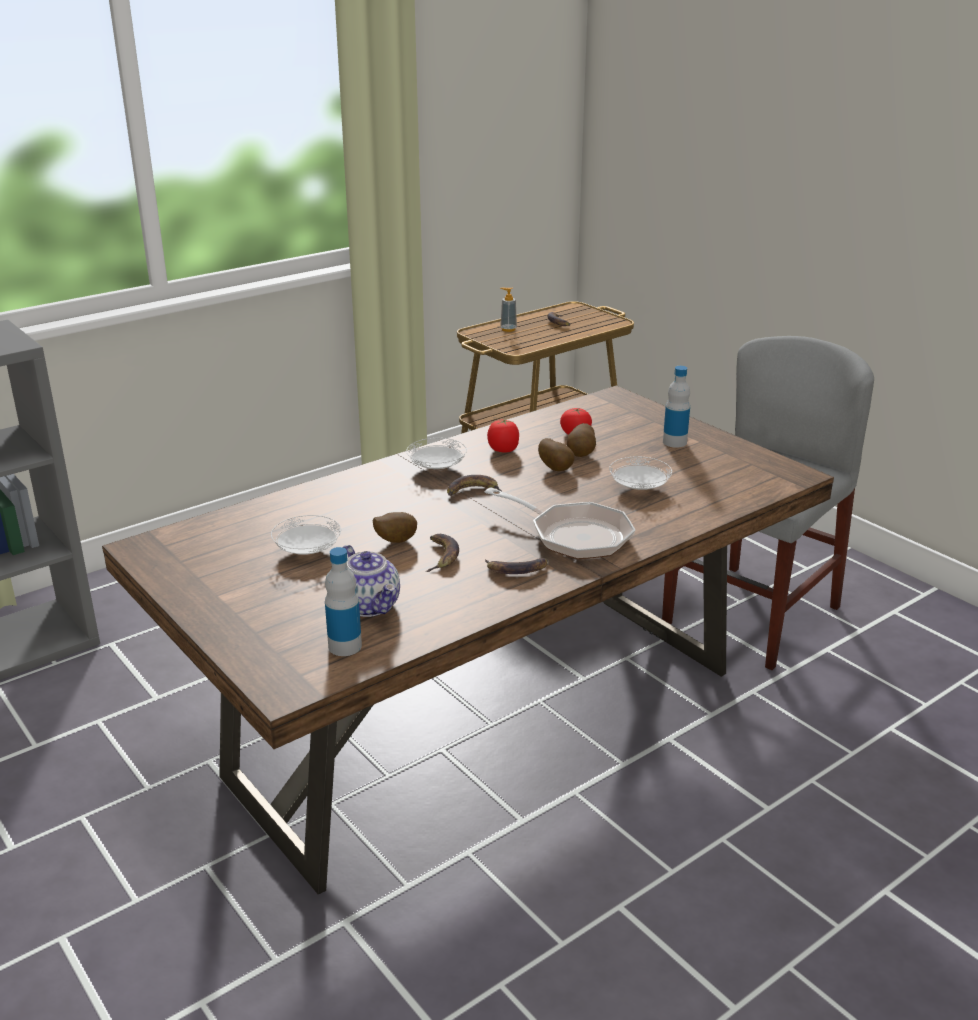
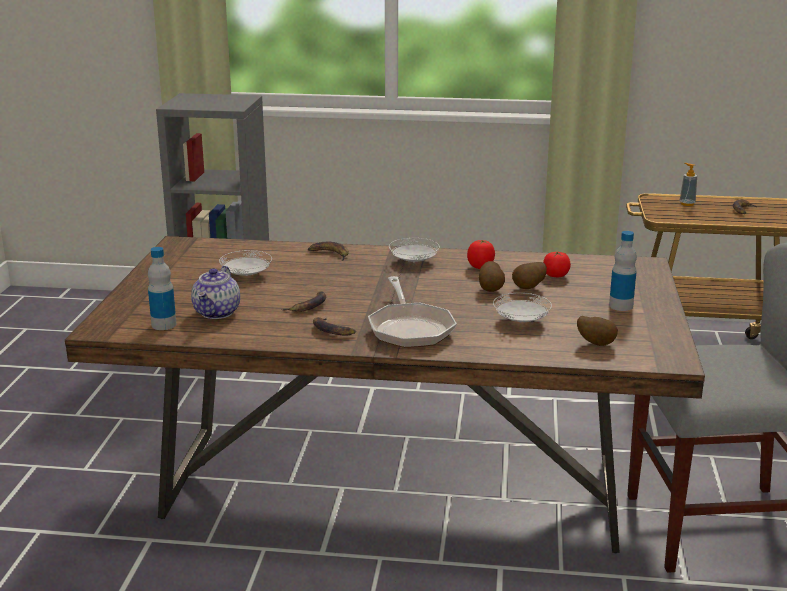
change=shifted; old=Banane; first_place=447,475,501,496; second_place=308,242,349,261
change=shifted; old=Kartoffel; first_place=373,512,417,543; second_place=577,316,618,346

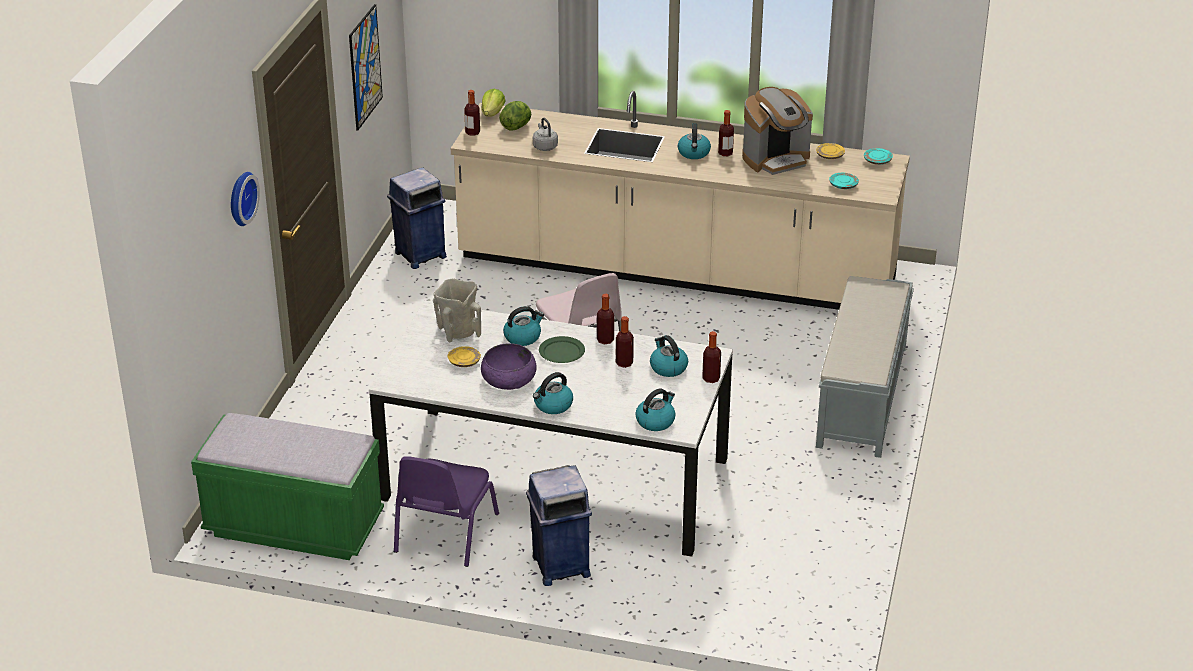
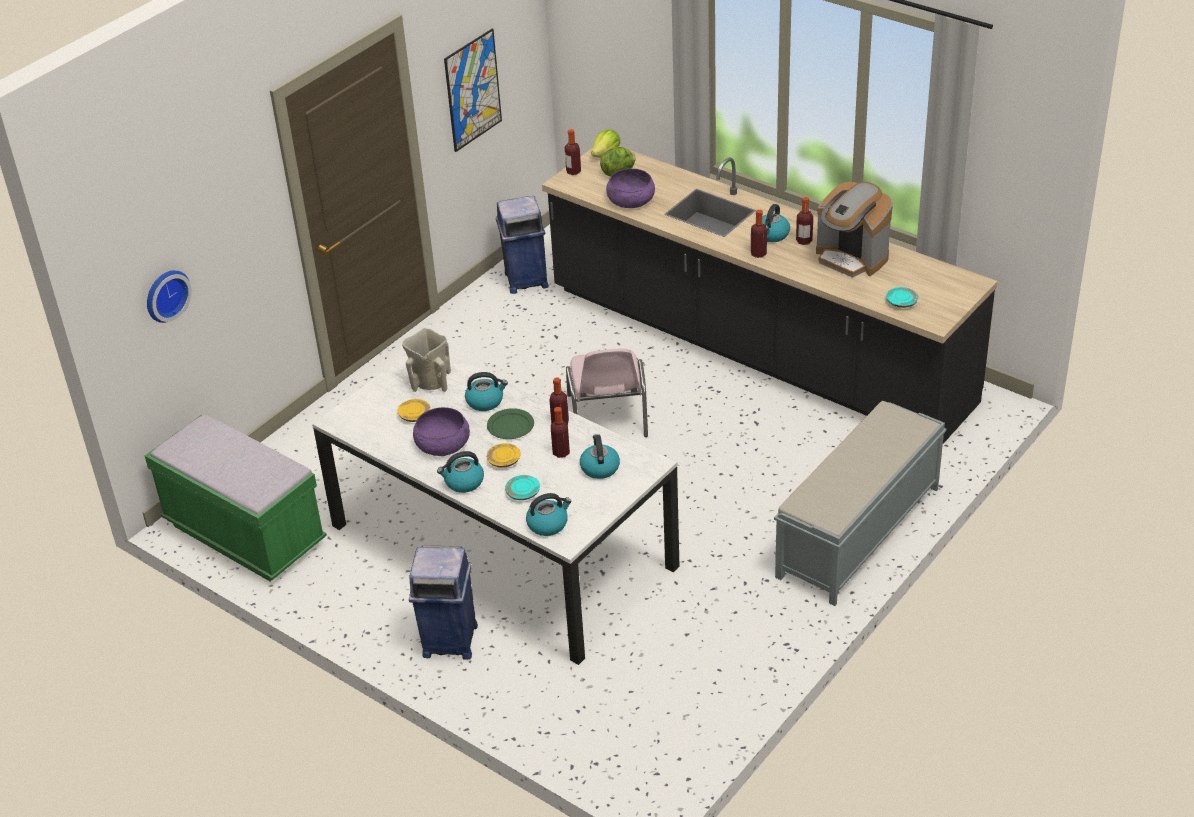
change=shifted; old=Wanduhr; first_place=231,172,260,226; second_place=147,270,192,323
change=shifted; old=Teller [gelb]; first_place=816,143,845,159; second_place=486,443,521,468
change=shifted; old=Teller [türkis]; first_place=864,148,893,165; second_place=505,475,540,500
change=repainted; old=Küchenzeile [beige]; new=Küchenzeile [schwarz]; first_place=451,91,910,310; second_place=542,146,998,444
change=swapped; old=Wasserkessel [grau]; new=Schüssel [lila]; first_place=533,118,558,151; second_place=606,168,655,208
change=shifted; old=Flasche; first_place=702,331,721,383; second_place=751,210,767,258
change=rotated; old=Kaffeemaschine; first_place=742,87,813,175; second_place=816,182,893,278; degrees=45
change=gone; old=Stuhl [lila]; first_place=394,456,499,567

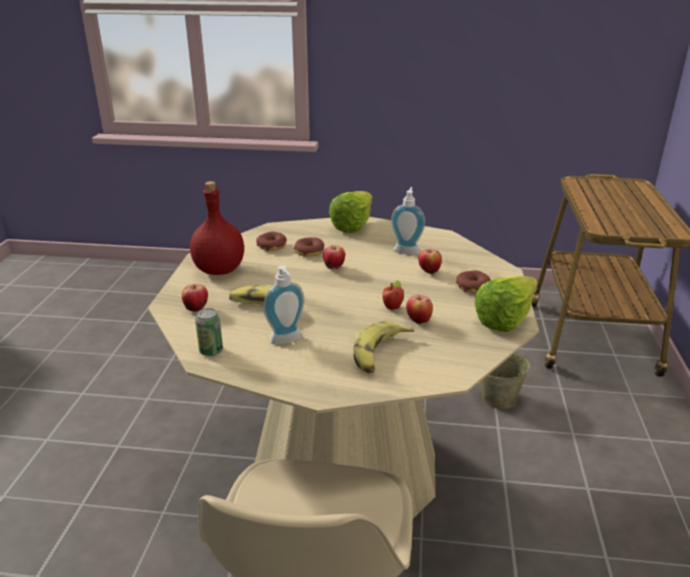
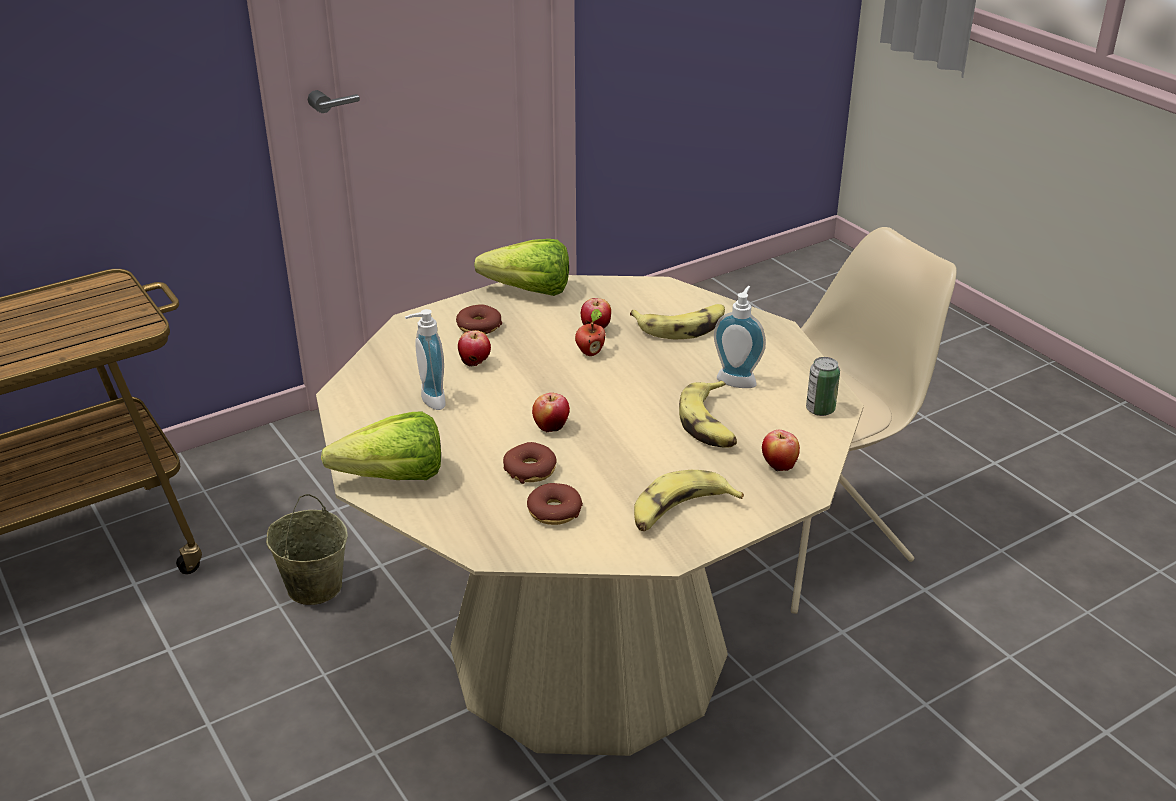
change=swapped; old=Flasche [rot]; new=Banane; first_place=190,181,244,275; second_place=634,470,744,531

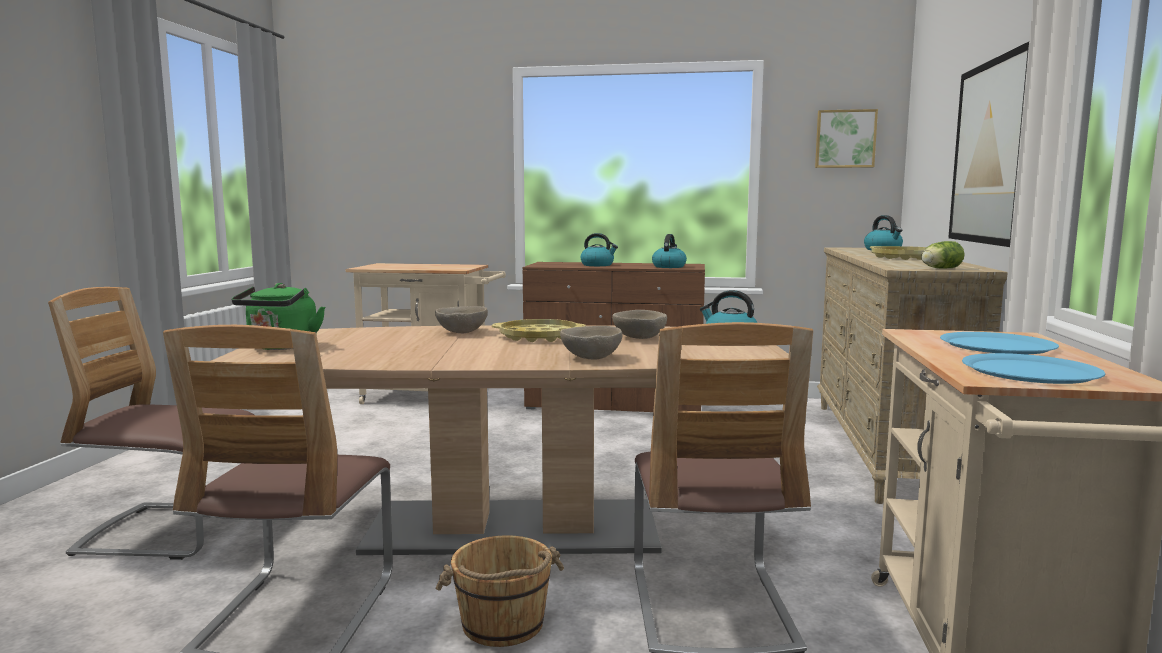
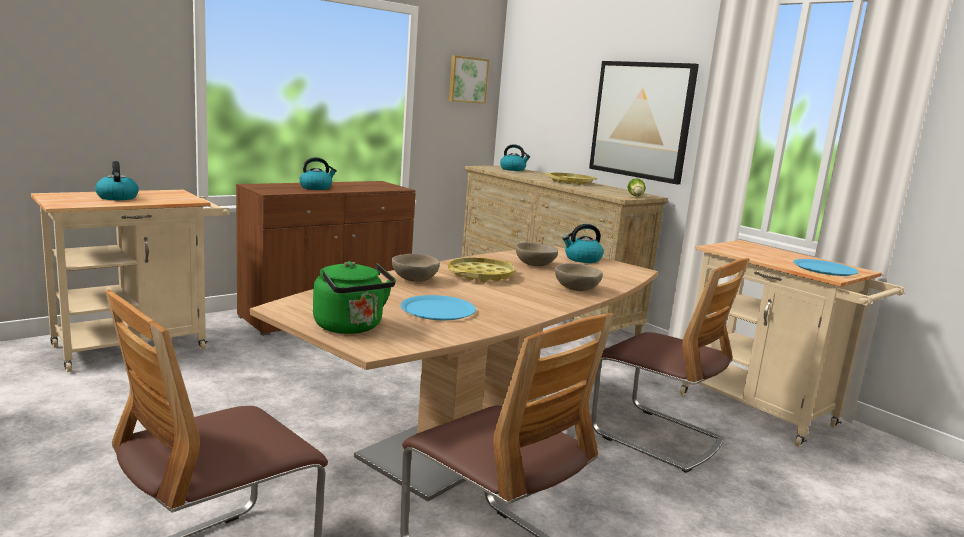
change=shifted; old=Wasserkessel; first_place=652,234,687,268; second_place=95,161,139,200
change=shifted; old=Teller [blau]; first_place=940,332,1059,354; second_place=400,295,476,320
change=gone; old=Eimer [braun]; first_place=436,535,564,647

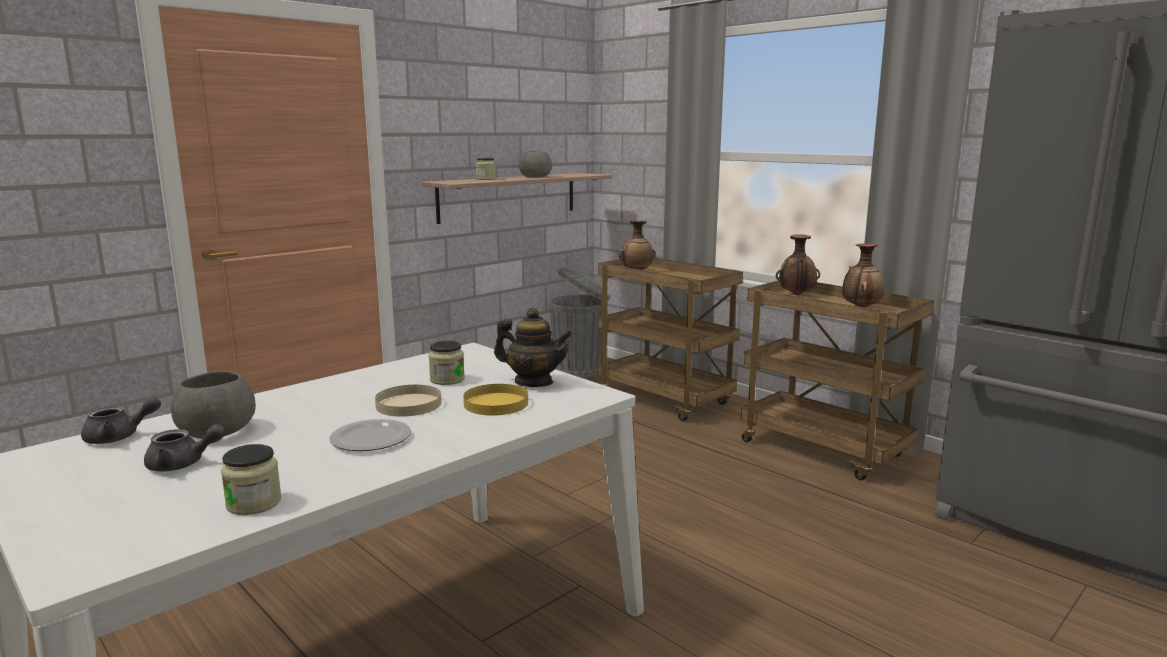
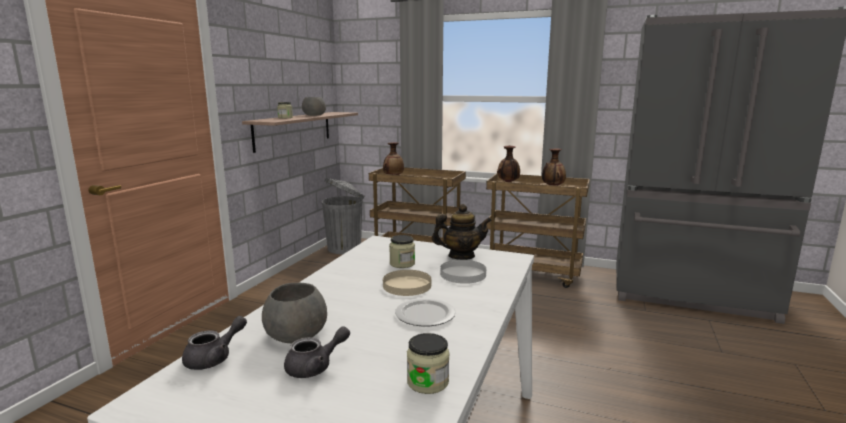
change=repainted; old=Teller [gelb]; new=Teller [weiß]; first_place=463,384,528,416; second_place=440,260,486,284

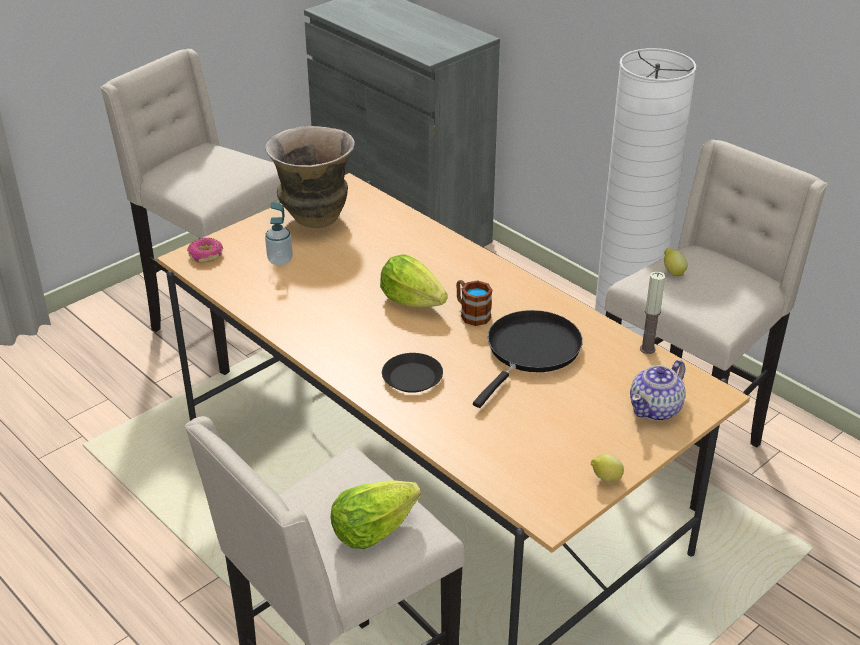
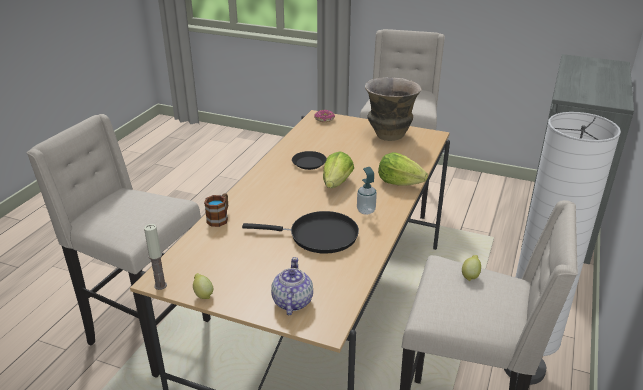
change=shifted; old=Kerze; first_place=640,272,665,354; second_place=144,224,167,290
change=shifted; old=Henkelbecher; first_place=456,280,492,326; second_place=204,193,228,227
change=rotated; old=Teekanne; first_place=630,360,686,421; second_place=271,257,313,315; degrees=75
change=shifted; old=Teller [schwarz]; first_place=382,353,443,393; second_place=292,151,327,170
change=shifted; old=Seifenspender; first_place=265,202,293,266; second_place=357,167,377,215
change=shifted; old=Salatkopf; first_place=330,480,421,549; second_place=378,152,428,186

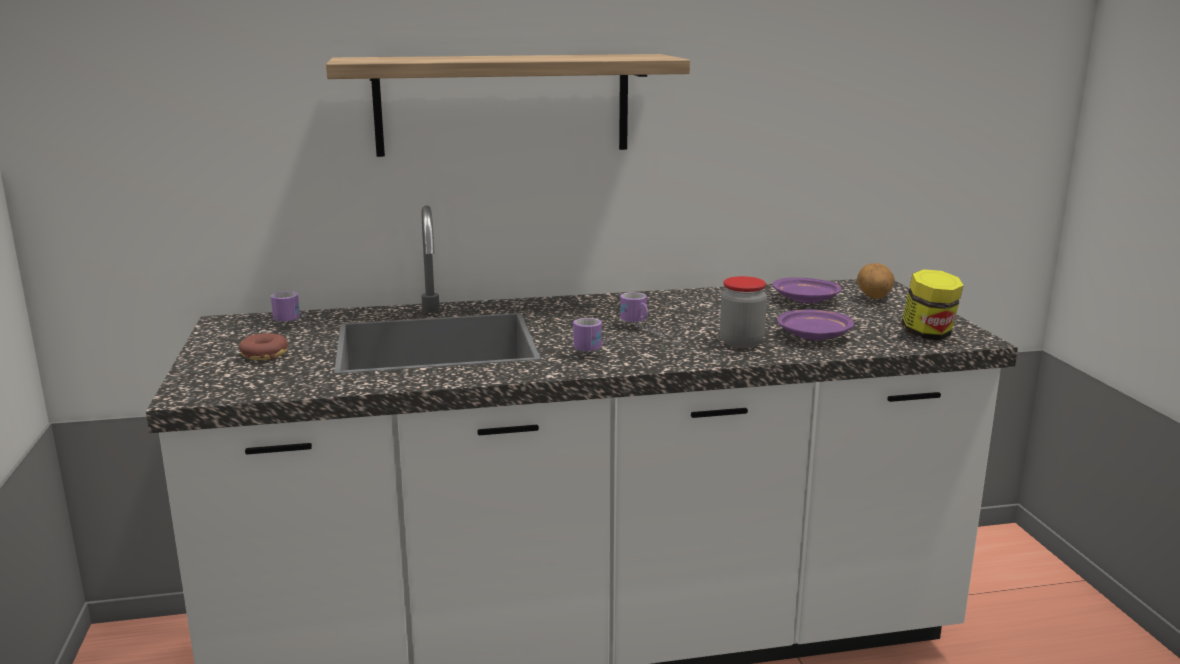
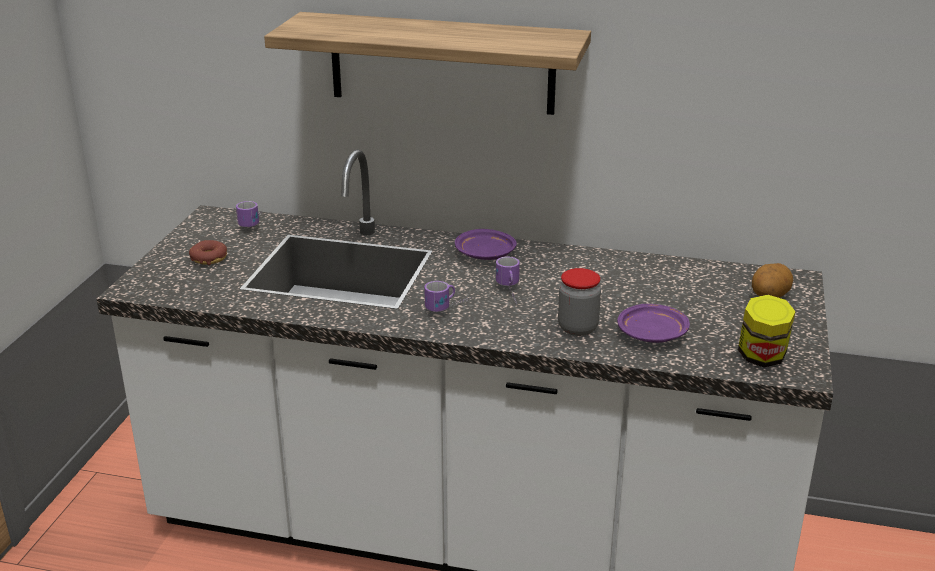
change=shifted; old=Teller [lila]; first_place=773,277,841,303; second_place=455,229,517,260

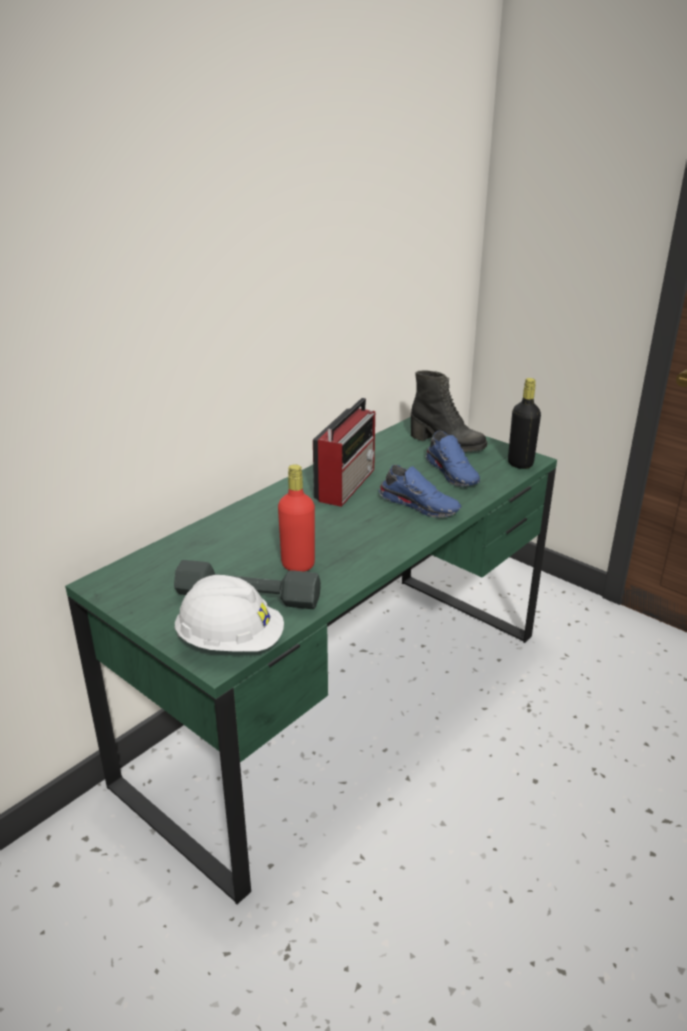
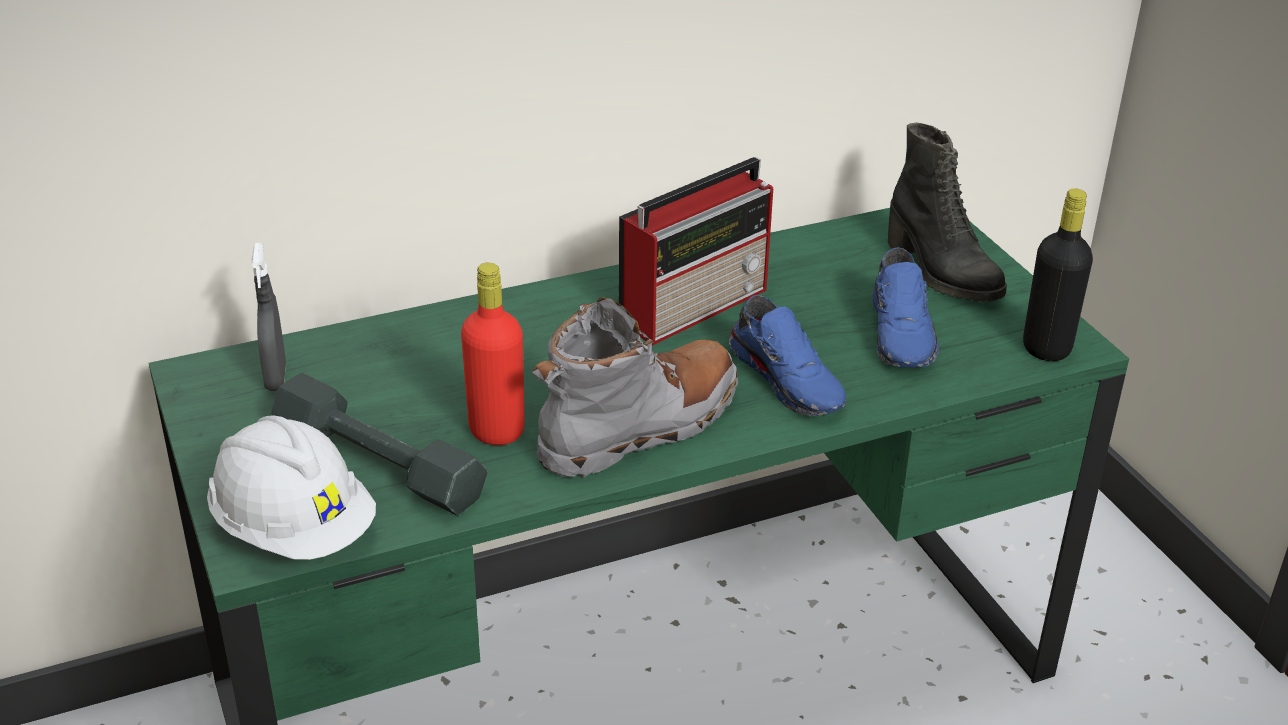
change=new; new=Sprühflasche [grau]; second_place=251,243,286,391
change=new; new=Stiefel [grau]; second_place=532,297,738,479

